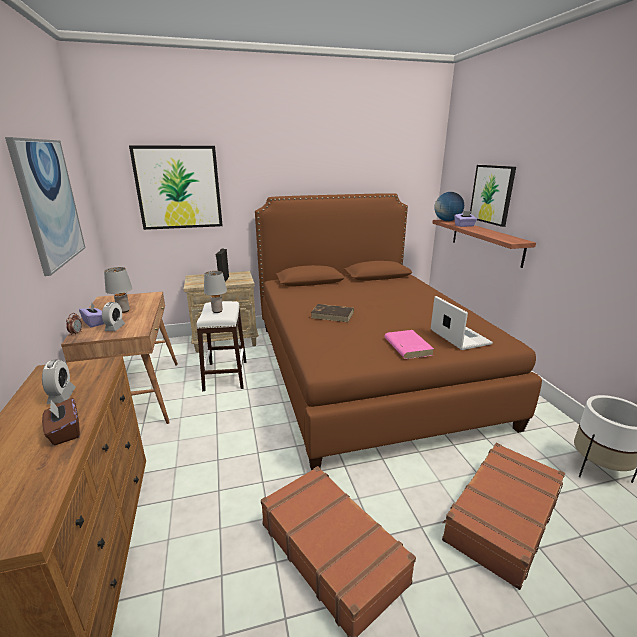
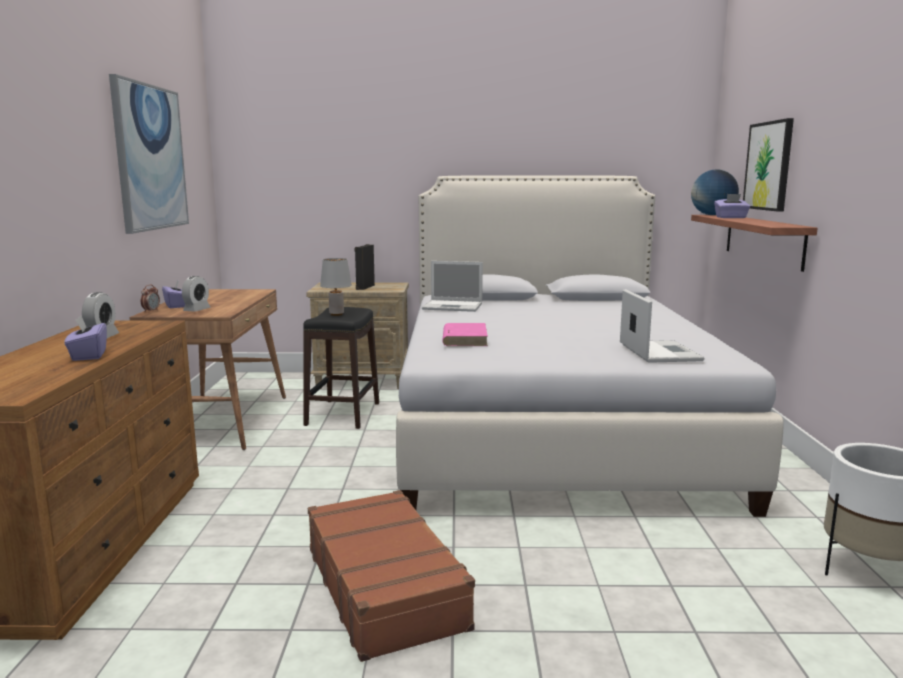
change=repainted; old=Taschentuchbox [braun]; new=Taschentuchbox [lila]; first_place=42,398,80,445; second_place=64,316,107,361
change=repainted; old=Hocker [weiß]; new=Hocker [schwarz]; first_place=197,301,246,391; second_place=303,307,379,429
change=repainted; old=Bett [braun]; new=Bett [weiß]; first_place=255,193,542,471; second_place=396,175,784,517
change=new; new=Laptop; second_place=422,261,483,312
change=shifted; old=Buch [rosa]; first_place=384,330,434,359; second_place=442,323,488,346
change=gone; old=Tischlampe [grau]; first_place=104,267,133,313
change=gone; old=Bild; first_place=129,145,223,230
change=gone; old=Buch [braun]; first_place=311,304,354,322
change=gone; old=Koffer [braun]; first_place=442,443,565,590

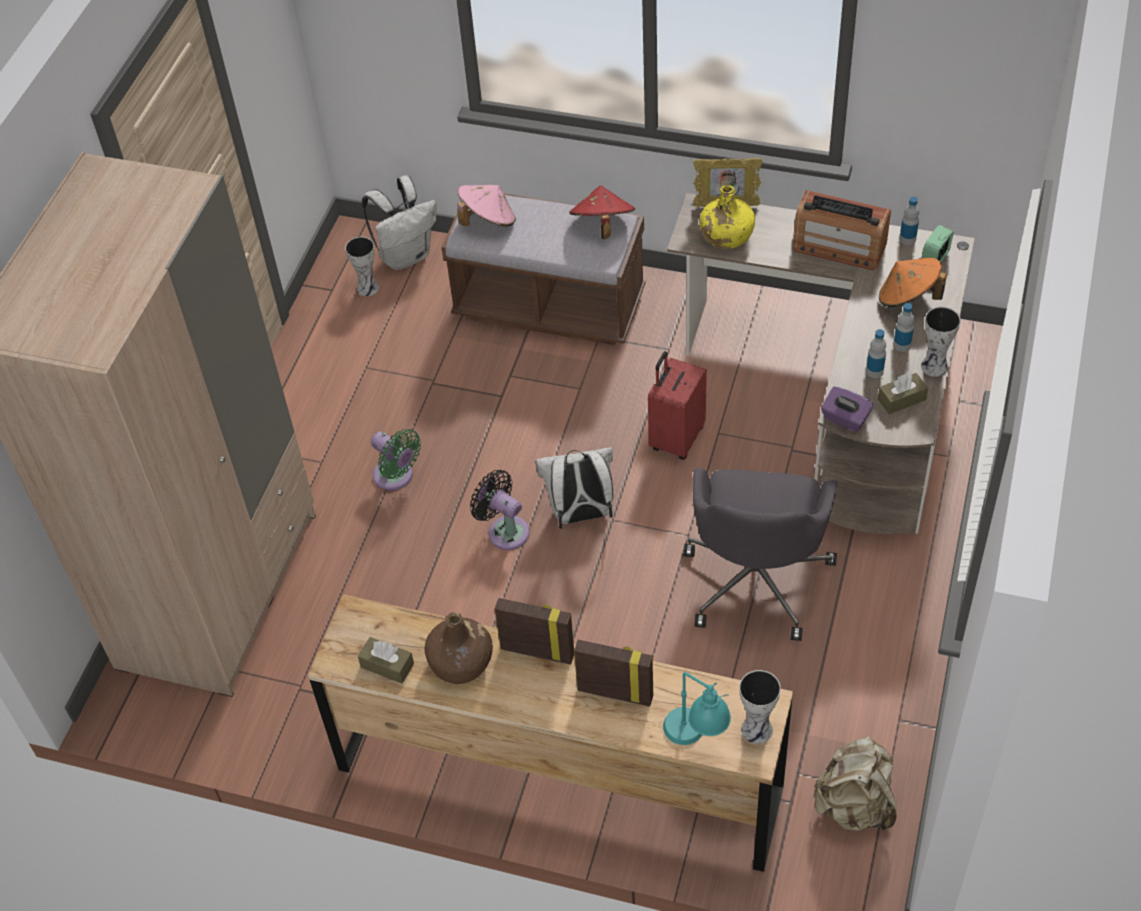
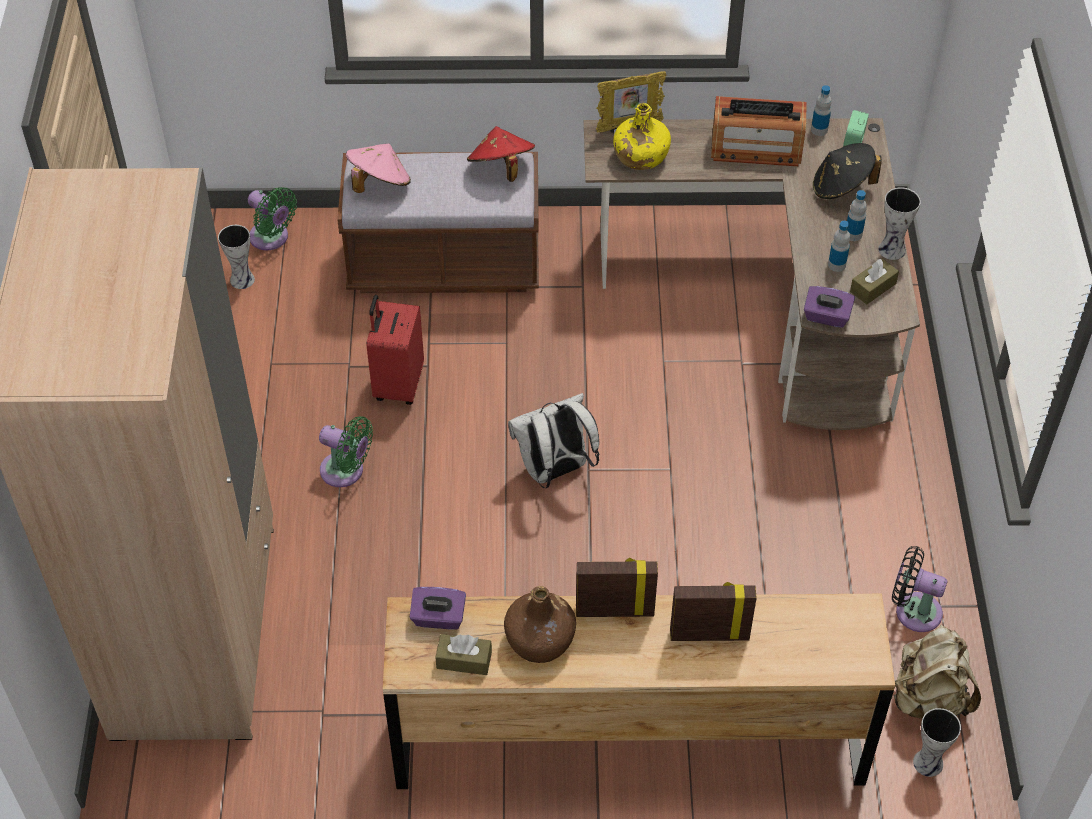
change=swapped; old=Rucksack [weiß]; new=Ventilator [grün]; first_place=362,175,437,270; second_place=248,187,297,250
change=shifted; old=Koffer [rot]; first_place=648,351,707,460; second_place=366,295,424,405
change=new; new=Taschentuchbox [lila]; second_place=410,587,466,630
change=repainted; old=Hut [orange]; new=Hut [schwarz]; first_place=879,257,947,307; second_place=813,143,882,199
change=shifted; old=Ventilator [schwarz]; first_place=470,470,530,550; second_place=892,546,947,632
change=shifted; old=Vase; first_place=739,670,781,744; second_place=913,708,961,777
change=gone; old=Tischlampe [türkis]; first_place=663,672,731,745
change=gone; old=Bürostuhl [grau]; first_place=683,468,837,641

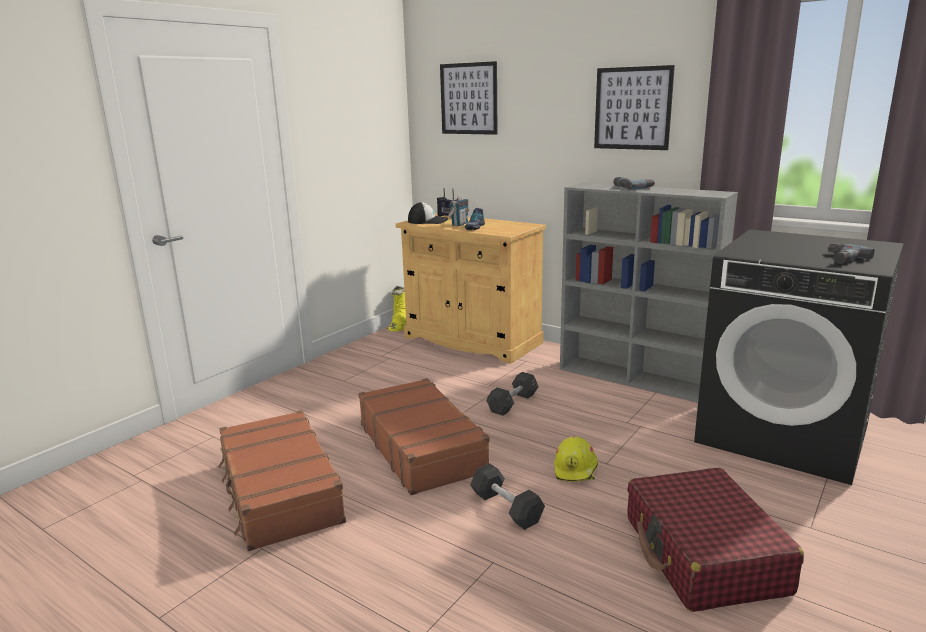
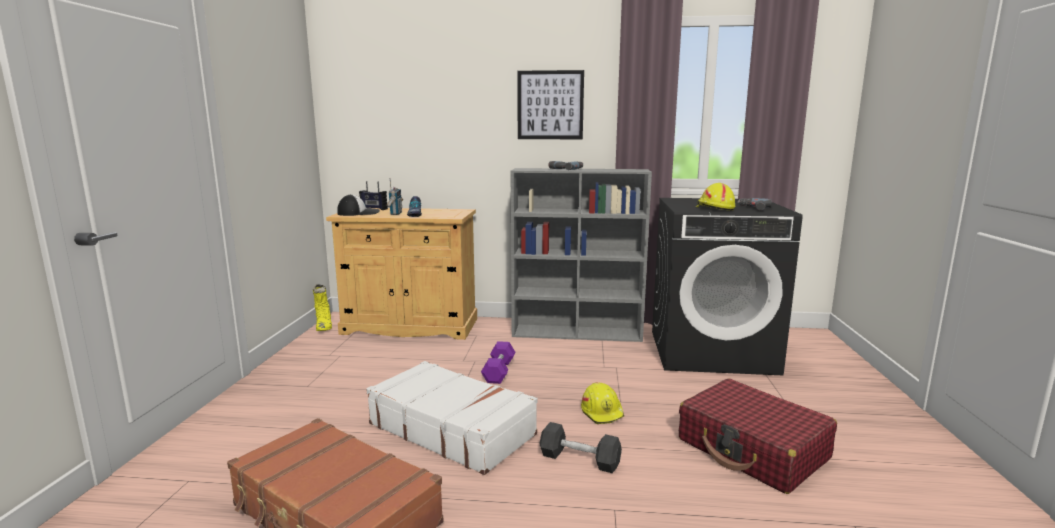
change=repainted; old=Koffer [braun]; new=Koffer [weiß]; first_place=358,378,490,495; second_place=366,361,537,475
change=repainted; old=Hantel [grau]; new=Hantel [lila]; first_place=486,372,539,416; second_place=481,341,515,384
change=new; new=Schutzhelm [gelb]; second_place=696,183,735,210
change=gone; old=Bild; first_place=440,61,498,135

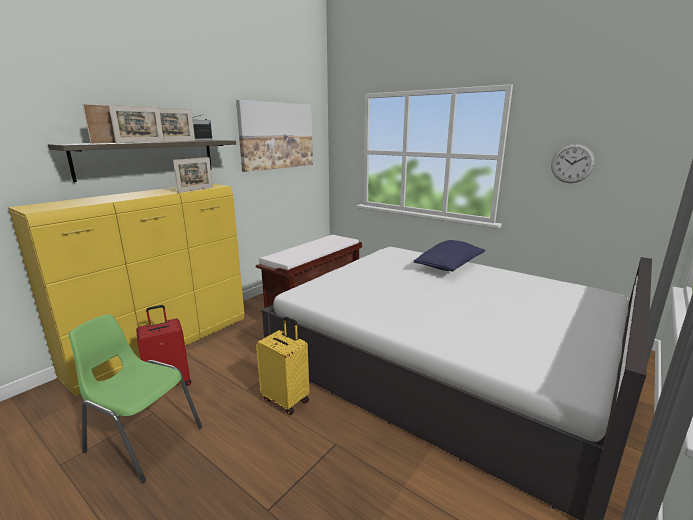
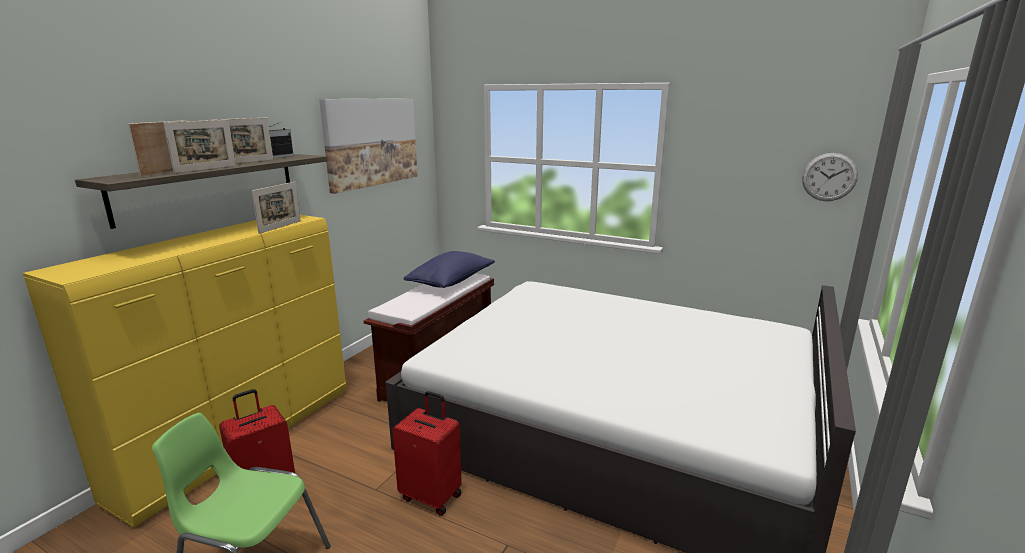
change=repainted; old=Koffer [gelb]; new=Koffer [rot]; first_place=256,317,309,415; second_place=392,391,462,516
change=shifted; old=Kissen [blau]; first_place=414,240,485,272; second_place=404,251,495,288
change=shifted; old=Wanduhr; first_place=551,144,595,183; second_place=802,153,858,201

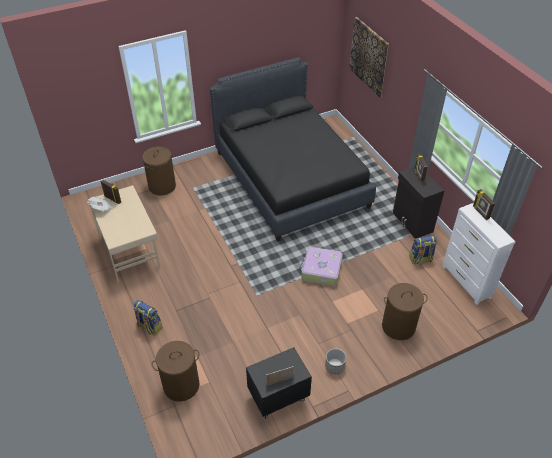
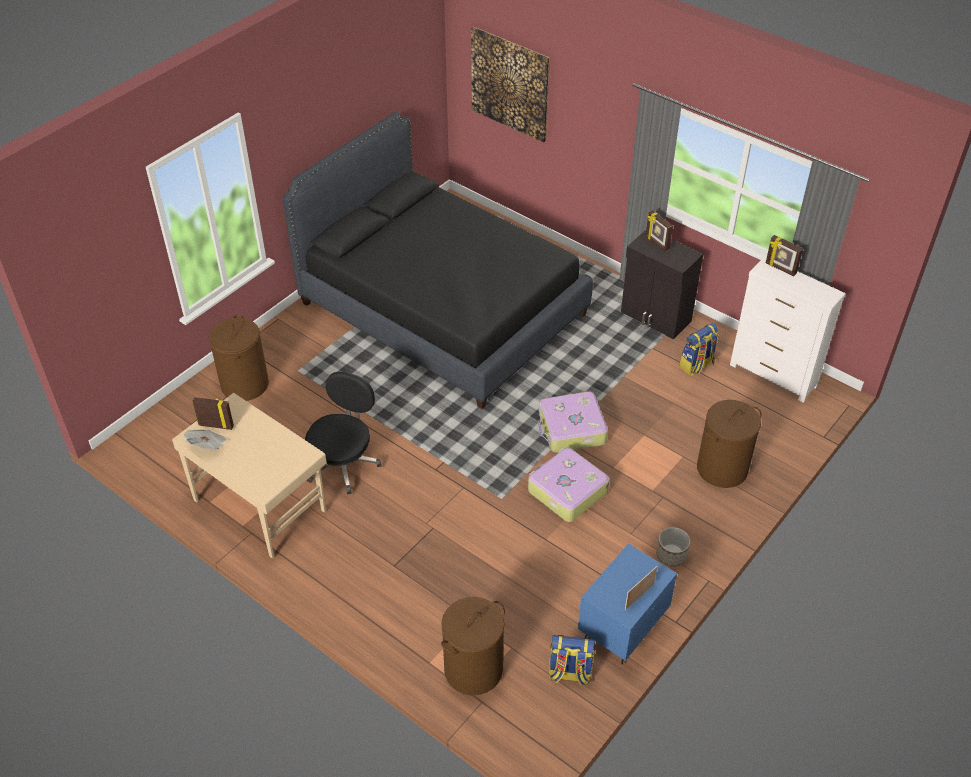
change=new; new=Bürostuhl [schwarz]; second_place=305,371,382,494
change=new; new=Koffer; second_place=528,448,609,522
change=shifted; old=Rucksack; first_place=133,300,162,335; second_place=548,635,595,686
change=repainted; old=Nachttisch [schwarz]; new=Nachttisch [blau]; first_place=246,347,312,419; second_place=578,543,677,665

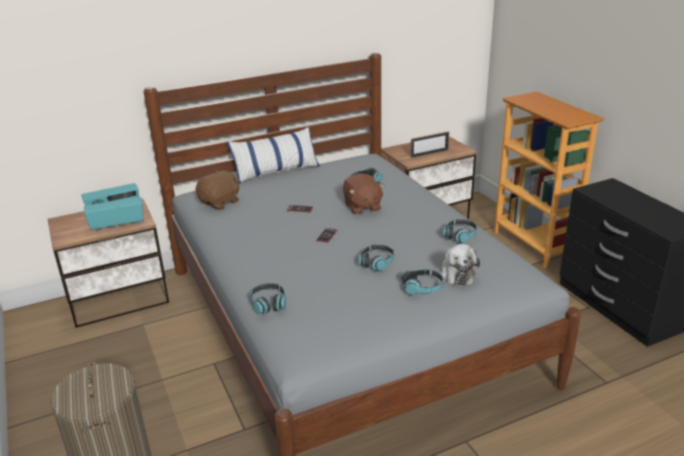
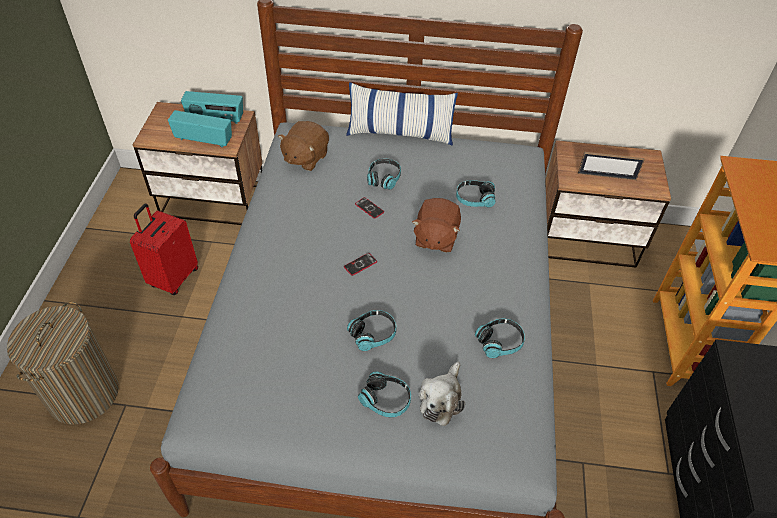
change=new; new=Koffer [rot]; second_place=130,204,198,295
change=rotated; old=Plüschtier [braun]; first_place=196,170,240,210; second_place=278,121,329,171; degrees=135
change=shifted; old=Kopfhörer; first_place=250,283,286,314; second_place=367,158,401,189

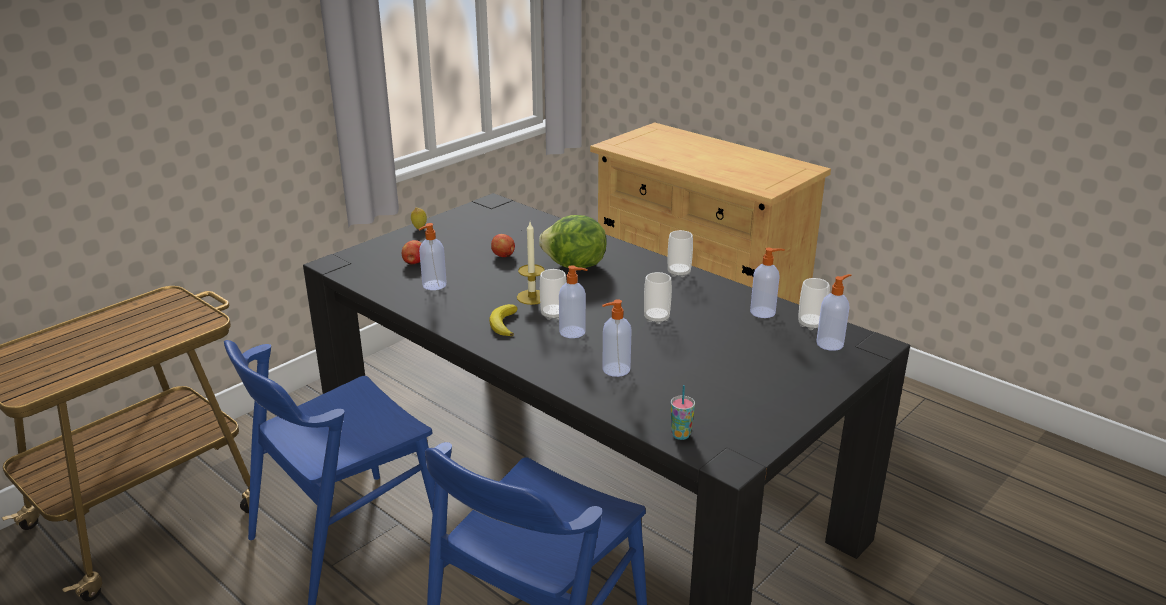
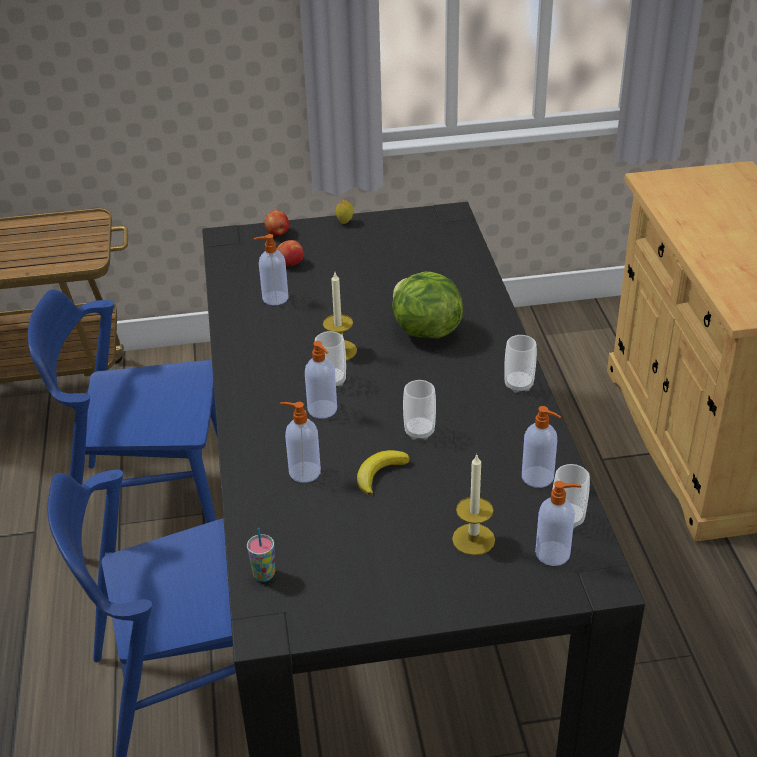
change=shifted; old=Apfel; first_place=491,234,515,257; second_place=265,210,289,237
change=shifted; old=Banane; first_place=489,304,517,336; second_place=357,450,410,496
change=new; new=Kerze; second_place=452,455,495,555

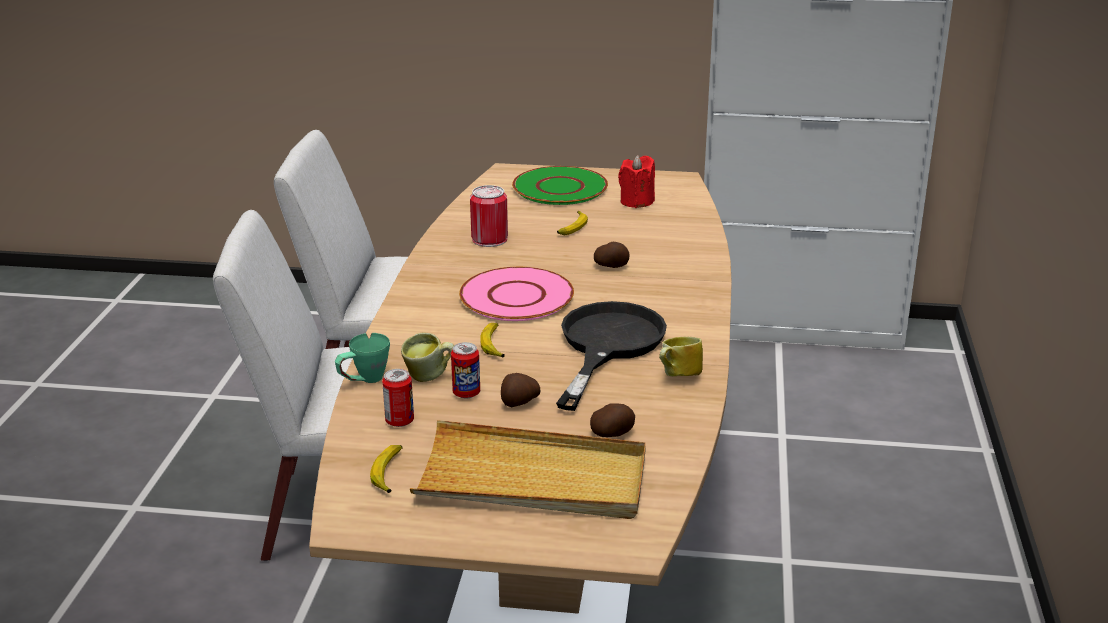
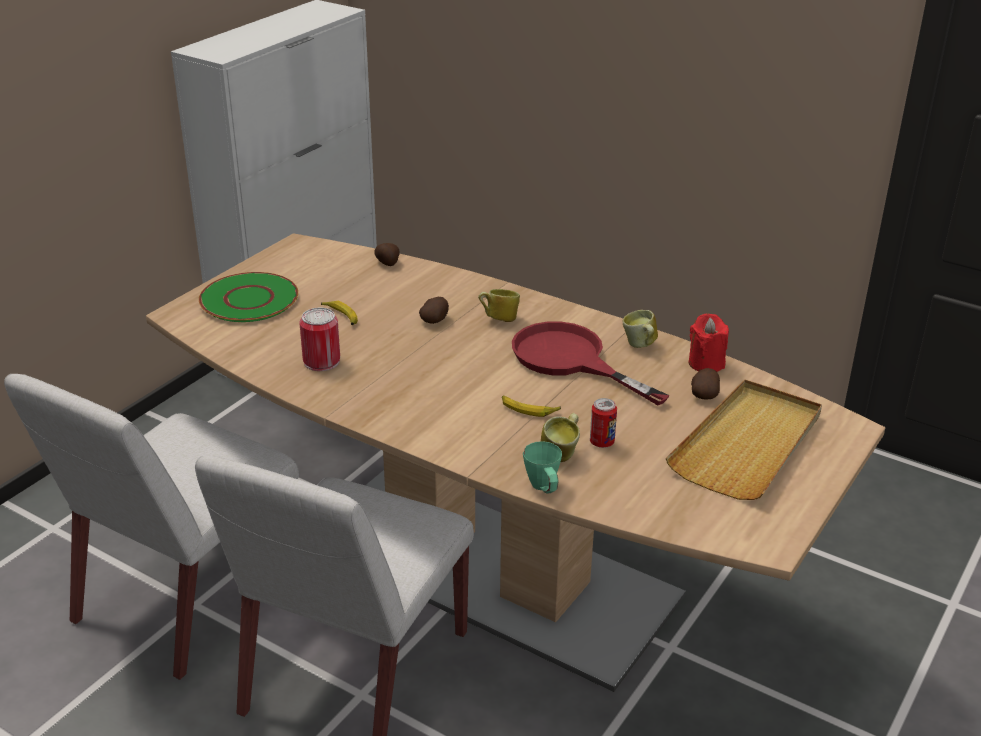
change=shifted; old=Kartoffel; first_place=501,373,541,408; second_place=374,243,400,266
change=new; new=Henkelbecher; second_place=478,289,520,322
change=repainted; old=Pfanne [schwarz]; new=Pfanne [rot]; first_place=556,301,667,411; second_place=512,322,670,406
change=shifted; old=Kerze [rot]; first_place=618,155,655,208; second_place=689,313,729,372
change=gone; old=Banane; first_place=370,445,403,493
change=gone; old=Dose; first_place=382,369,414,427
change=gone; old=Teller [rosa]; first_place=459,267,574,321

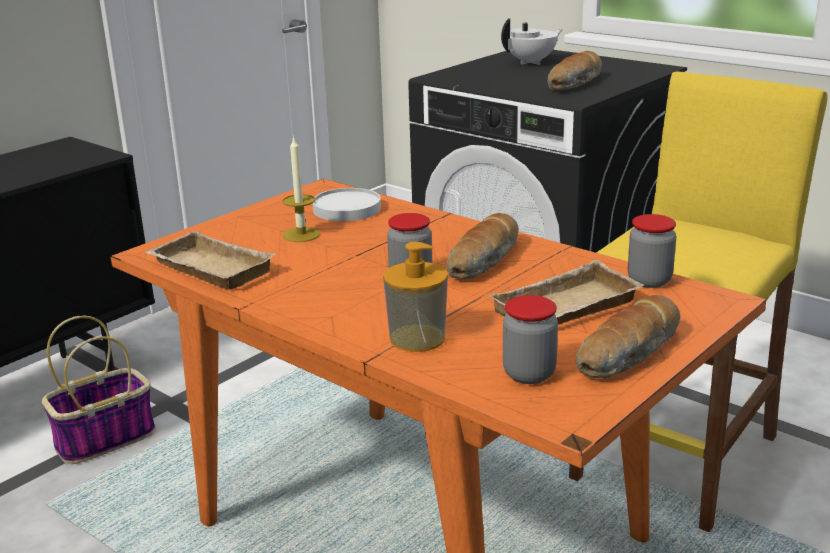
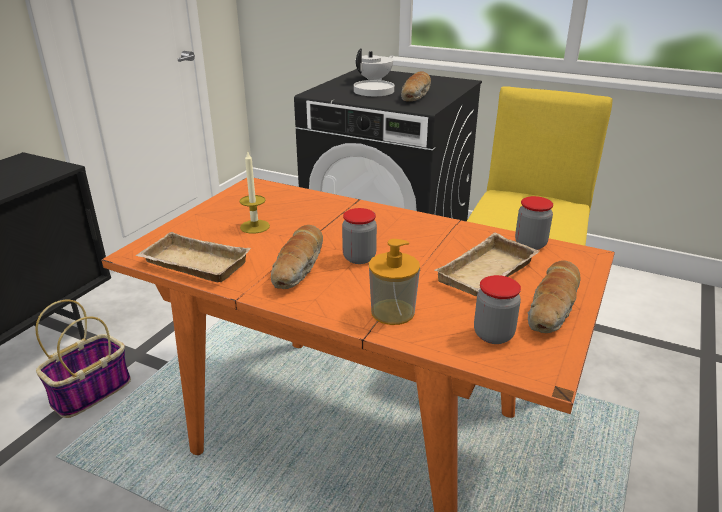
change=shifted; old=Brot; first_place=447,213,519,279; second_place=271,225,323,289
change=shifted; old=Teller [weiß]; first_place=312,188,381,221; second_place=354,80,394,96

